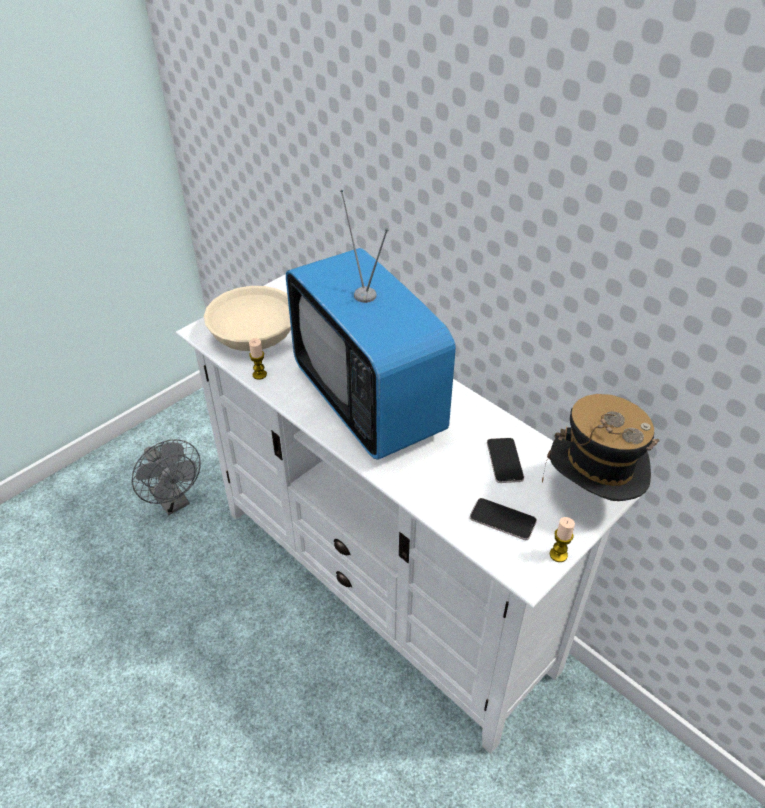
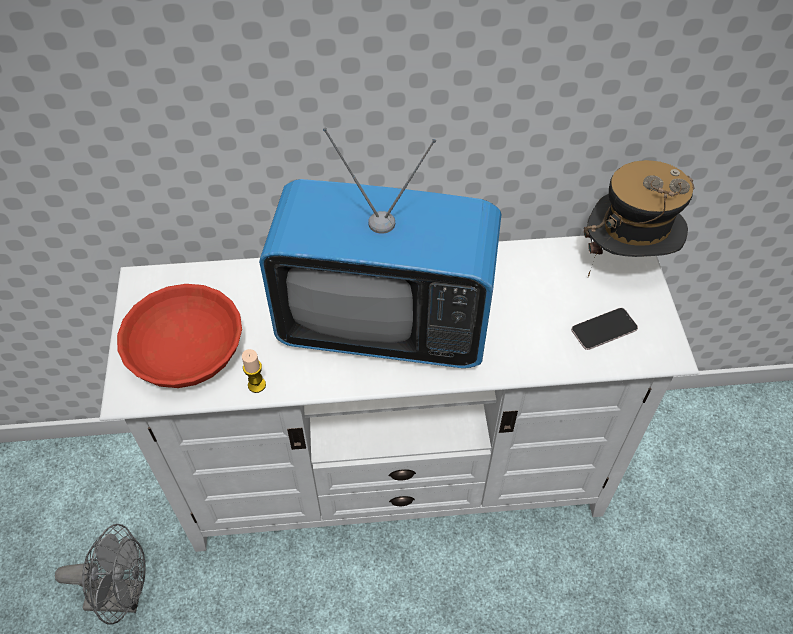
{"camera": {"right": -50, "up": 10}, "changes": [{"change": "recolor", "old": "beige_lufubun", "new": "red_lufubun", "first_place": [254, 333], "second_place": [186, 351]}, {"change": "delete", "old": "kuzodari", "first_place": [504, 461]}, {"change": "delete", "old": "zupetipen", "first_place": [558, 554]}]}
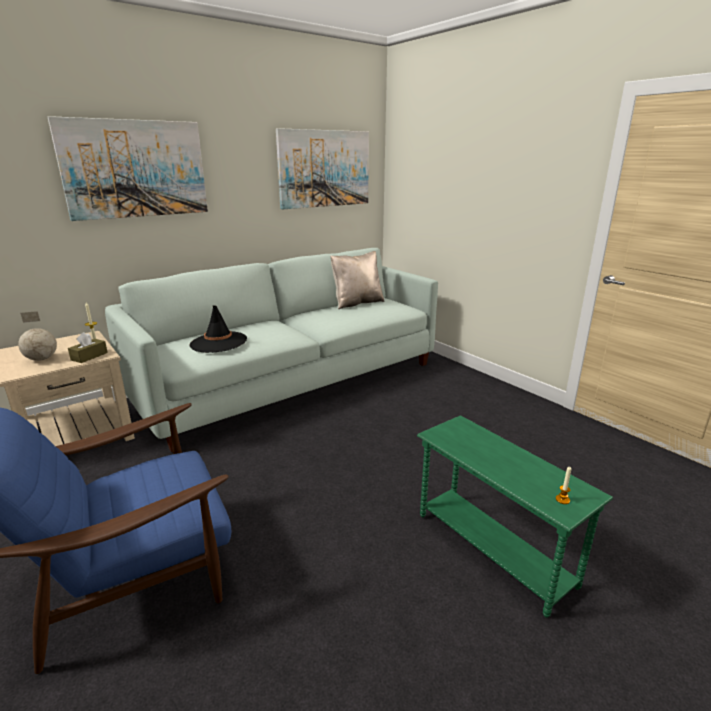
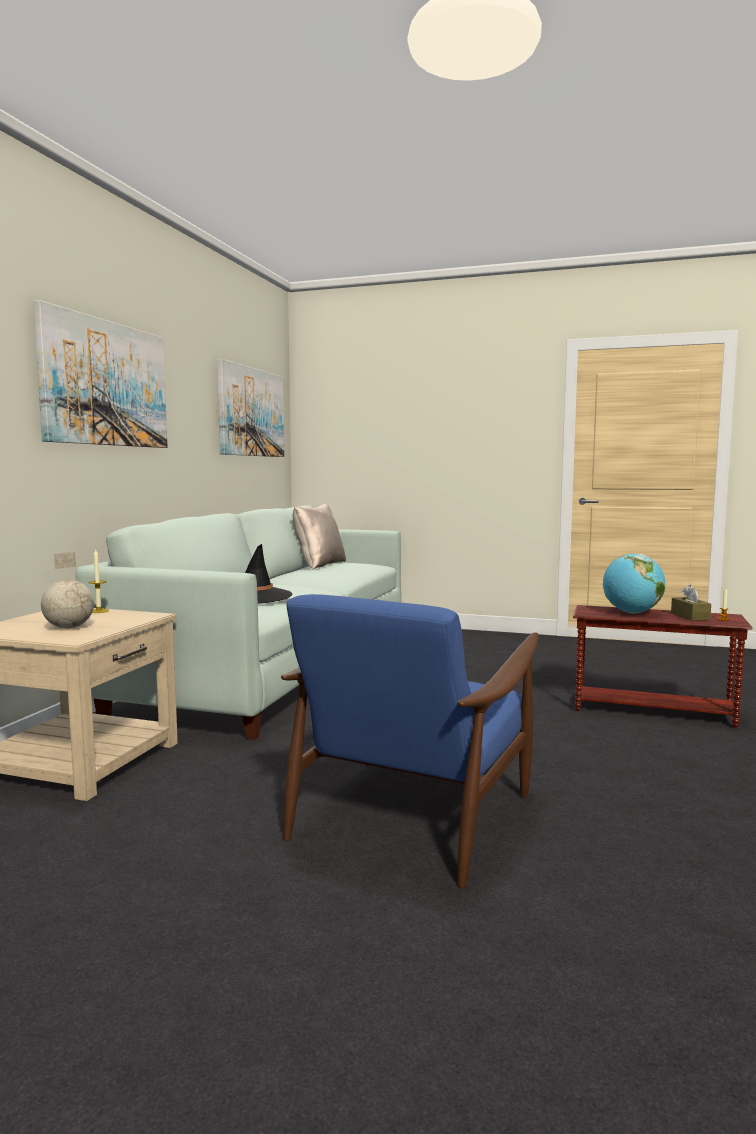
{"camera": {"right": -35, "up": -15}, "changes": [{"change": "move", "old": "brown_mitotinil", "first_place": [89, 356], "second_place": [690, 616]}, {"change": "recolor", "old": "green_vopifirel", "new": "brown_vopifirel", "first_place": [493, 548], "second_place": [652, 711]}, {"change": "insert", "new": "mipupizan", "second_place": [632, 612]}]}
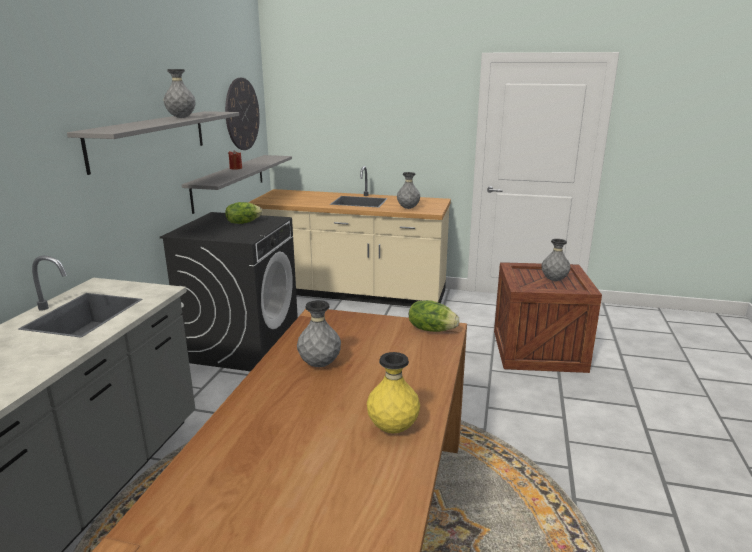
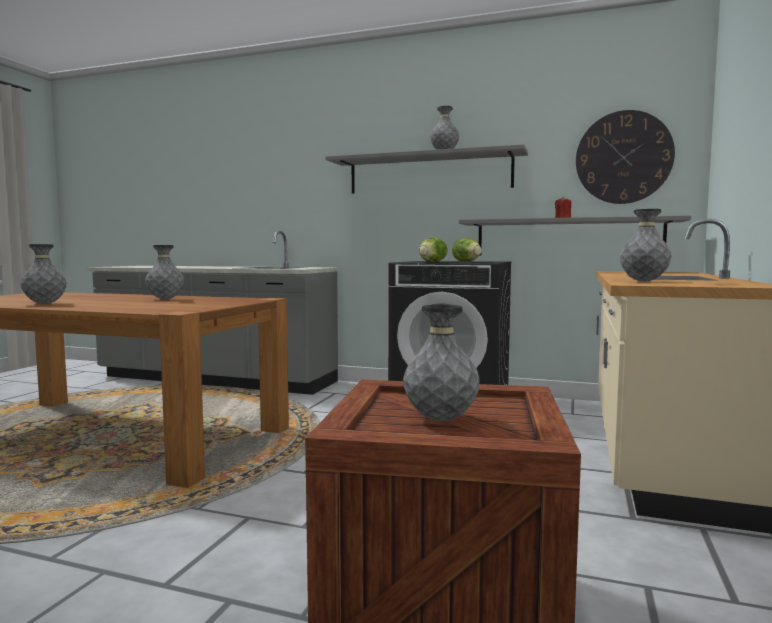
{"camera": {"right": 95, "up": -15}, "changes": [{"change": "recolor", "old": "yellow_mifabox", "new": "grey_mifabox", "first_place": [392, 428], "second_place": [45, 304]}, {"change": "move", "old": "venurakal", "first_place": [431, 329], "second_place": [432, 262]}]}
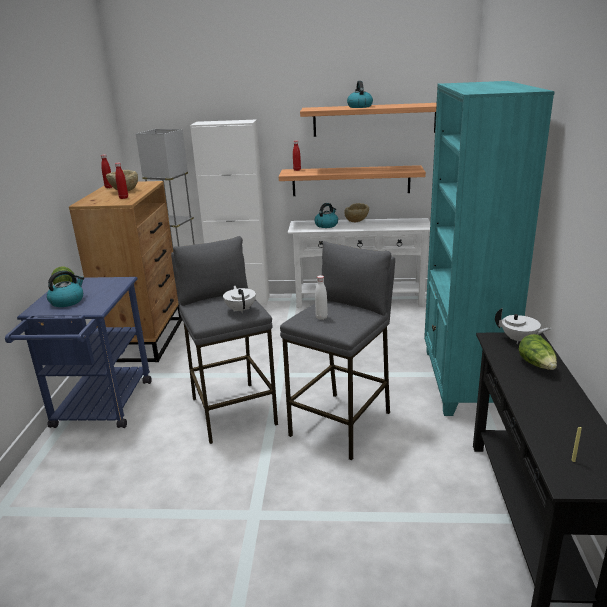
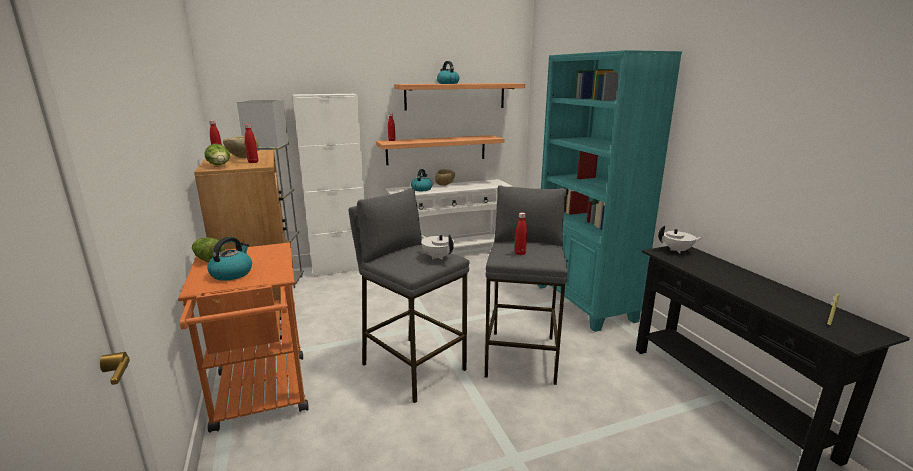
{"camera": {"right": -25, "up": -5}, "changes": [{"change": "recolor", "old": "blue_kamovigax", "new": "orange_kamovigax", "first_place": [100, 409], "second_place": [261, 398]}, {"change": "recolor", "old": "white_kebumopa", "new": "red_kebumopa", "first_place": [321, 317], "second_place": [520, 253]}, {"change": "move", "old": "venurakal", "first_place": [537, 365], "second_place": [220, 165]}]}
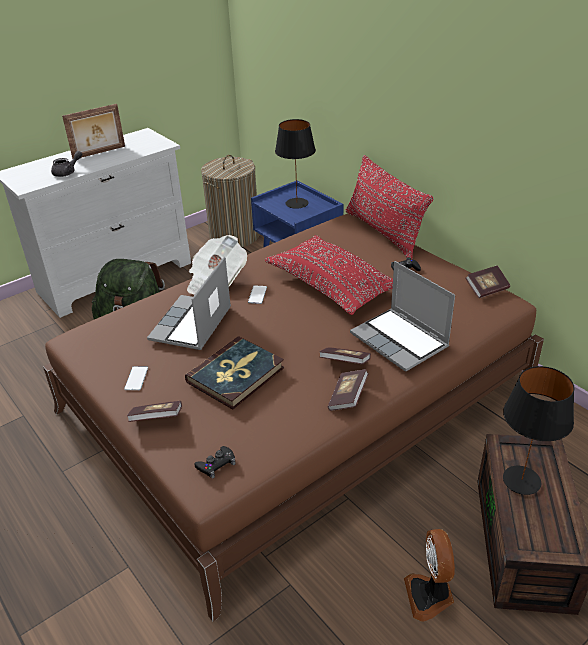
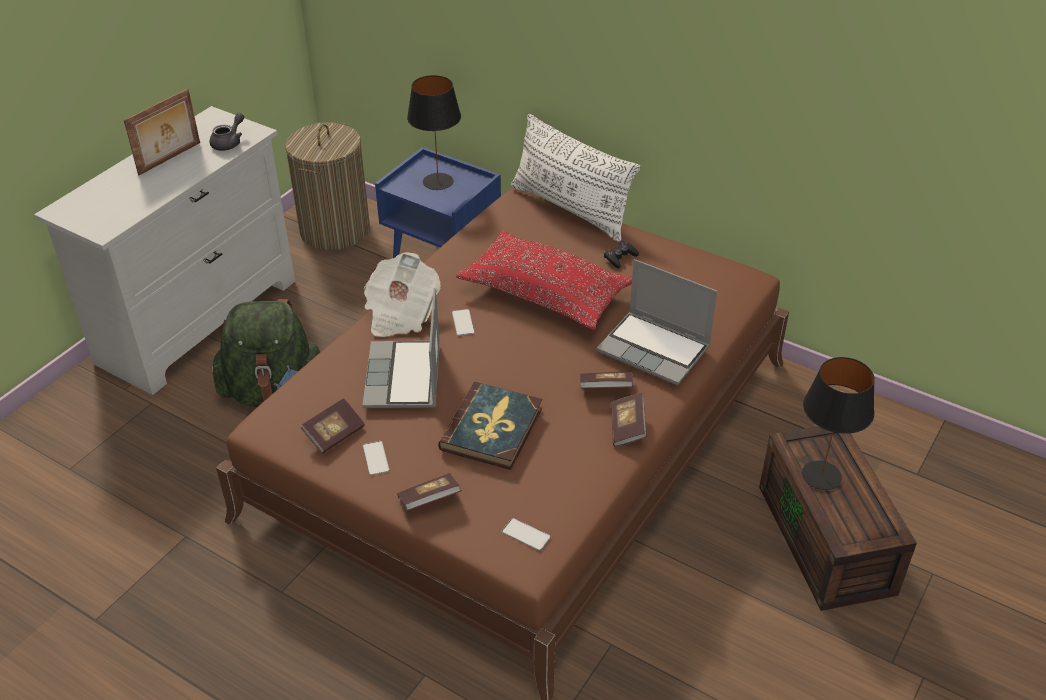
{"camera": {"right": -20, "up": 5}, "changes": [{"change": "move", "old": "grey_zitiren", "first_place": [67, 172], "second_place": [229, 143]}, {"change": "replace", "old": "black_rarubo", "new": "kuzodari", "first_place": [216, 465], "second_place": [526, 534]}, {"change": "recolor", "old": "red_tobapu", "new": "white_tobapu", "first_place": [383, 232], "second_place": [570, 209]}, {"change": "delete", "old": "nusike", "first_place": [430, 596]}, {"change": "move", "old": "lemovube", "first_place": [486, 289], "second_place": [334, 434]}]}
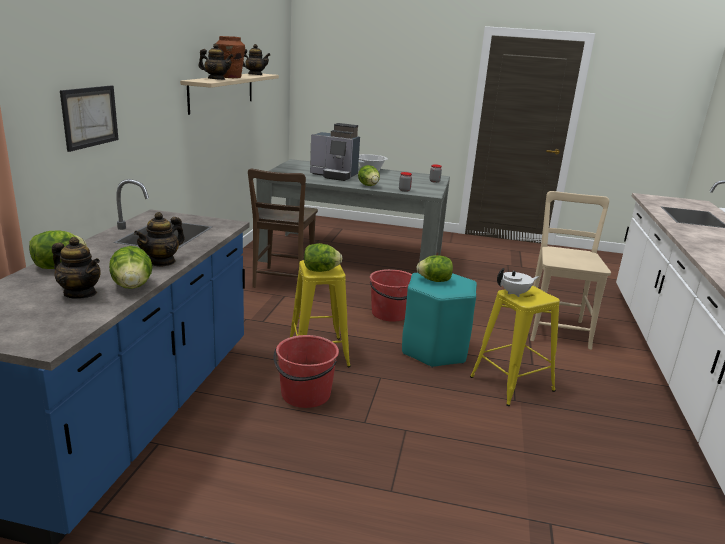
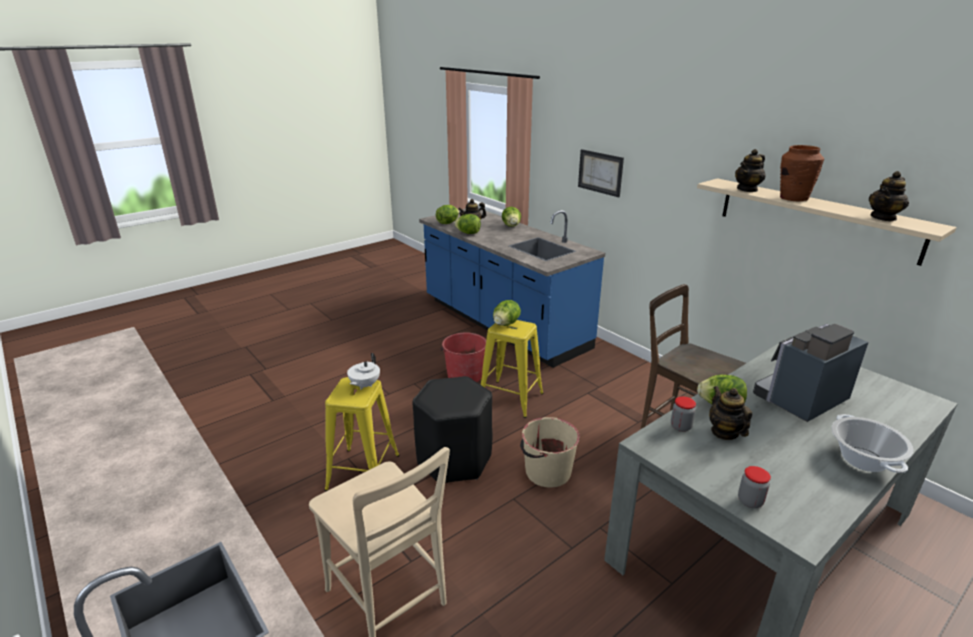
{"camera": {"right": 130, "up": 5}, "changes": [{"change": "move", "old": "zitiren", "first_place": [162, 262], "second_place": [724, 432]}, {"change": "recolor", "old": "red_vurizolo", "new": "beige_vurizolo", "first_place": [390, 314], "second_place": [547, 472]}, {"change": "recolor", "old": "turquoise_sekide", "new": "black_sekide", "first_place": [434, 350], "second_place": [454, 460]}, {"change": "move", "old": "venurakal", "first_place": [434, 280], "second_place": [447, 223]}]}
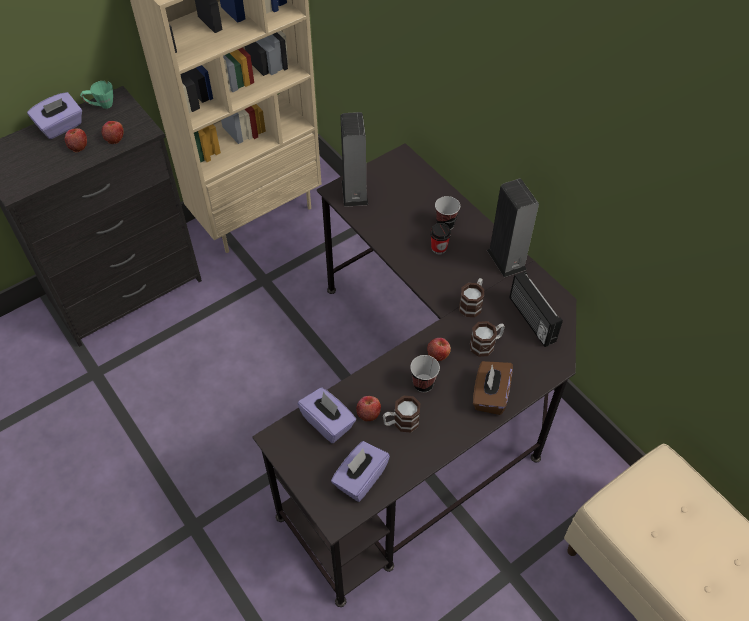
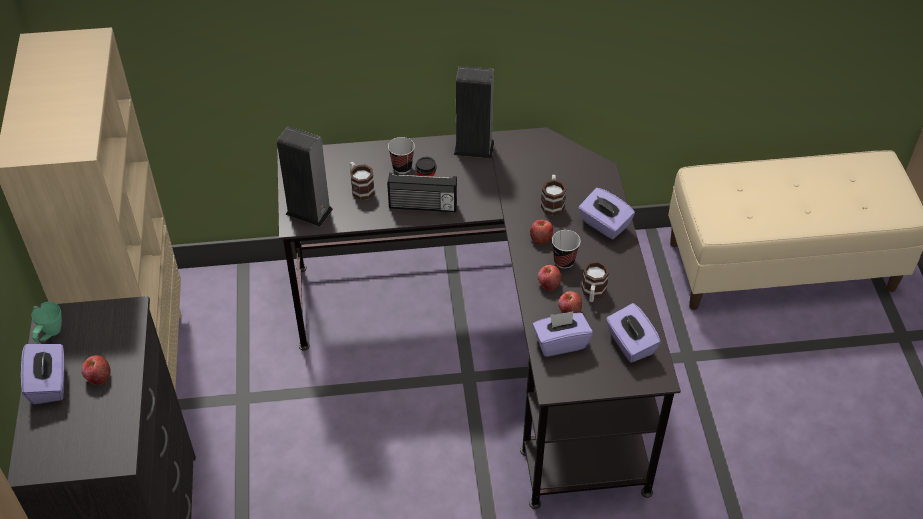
{"camera": {"right": -60, "up": -5}, "changes": [{"change": "move", "old": "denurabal", "first_place": [115, 138], "second_place": [548, 284]}, {"change": "move", "old": "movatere", "first_place": [472, 304], "second_place": [360, 188]}, {"change": "recolor", "old": "brown_mitotinil", "new": "purple_mitotinil", "first_place": [490, 395], "second_place": [604, 224]}, {"change": "move", "old": "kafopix", "first_place": [530, 320], "second_place": [423, 206]}]}
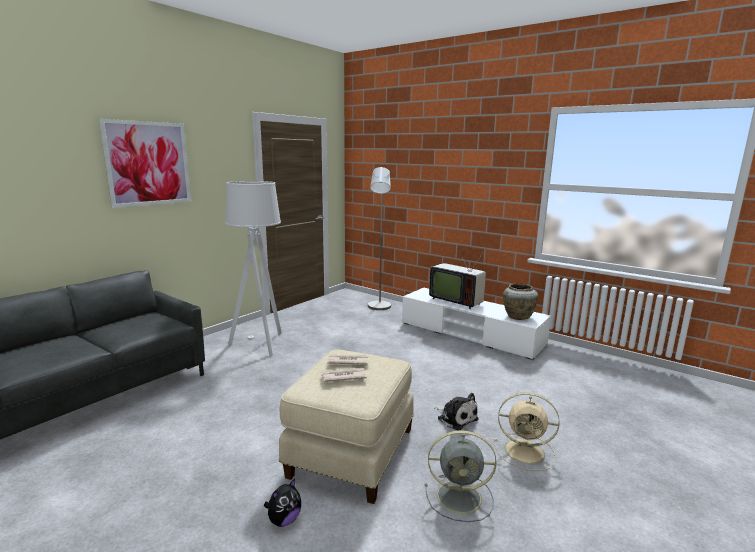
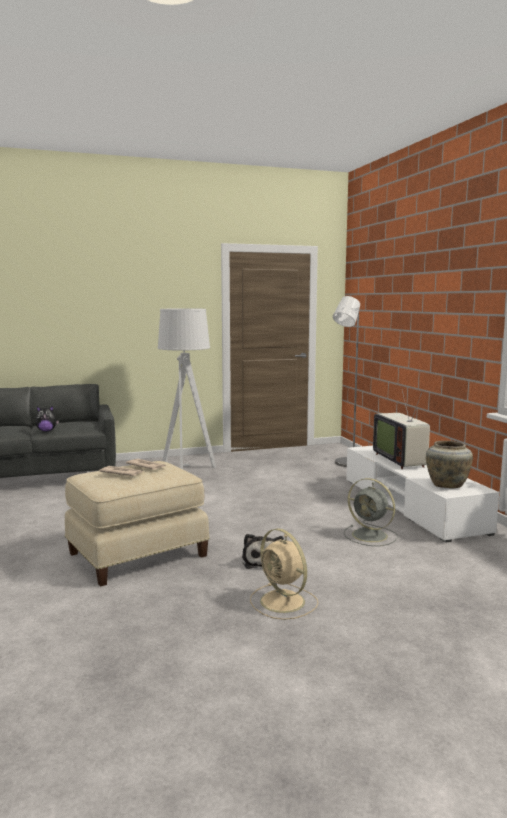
{"camera": {"right": 35, "up": -5}, "changes": [{"change": "delete", "old": "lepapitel", "first_place": [148, 163]}, {"change": "move", "old": "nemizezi", "first_place": [284, 520], "second_place": [46, 431]}, {"change": "move", "old": "grey_nusike", "first_place": [461, 497], "second_place": [371, 536]}]}
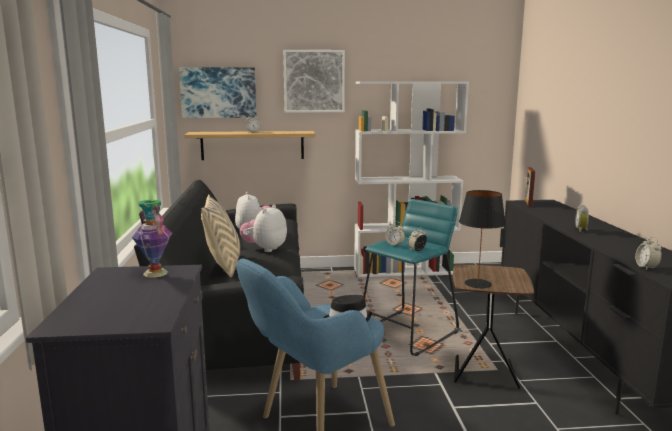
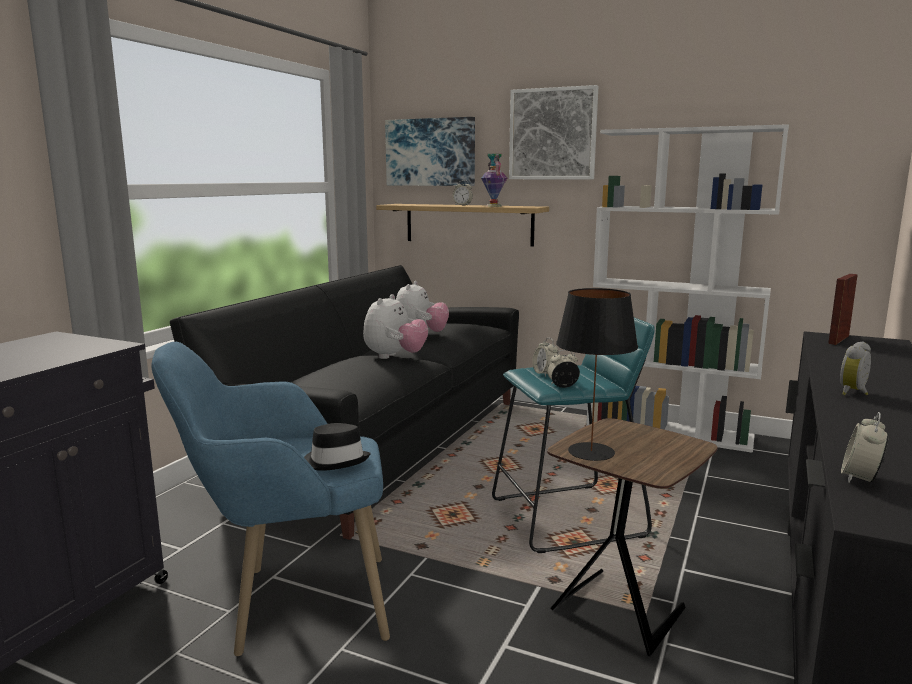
{"camera": {"right": 30, "up": 0}, "changes": [{"change": "move", "old": "mifabox", "first_place": [154, 273], "second_place": [493, 206]}, {"change": "delete", "old": "beige_tobapu", "first_place": [223, 266]}, {"change": "rotate", "old": "nemizezi", "first_place": [265, 249], "second_place": [395, 357], "degrees": 150}]}
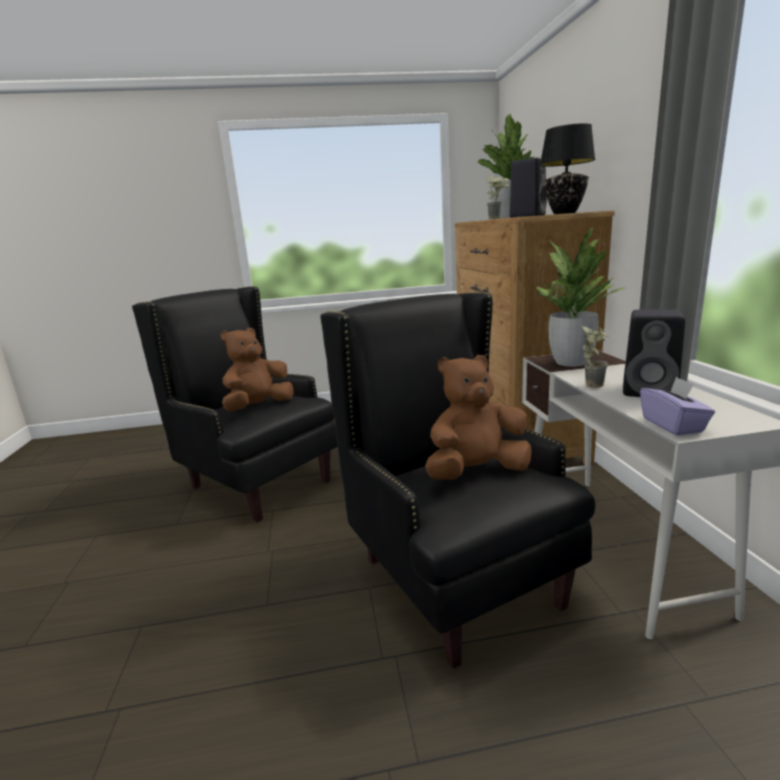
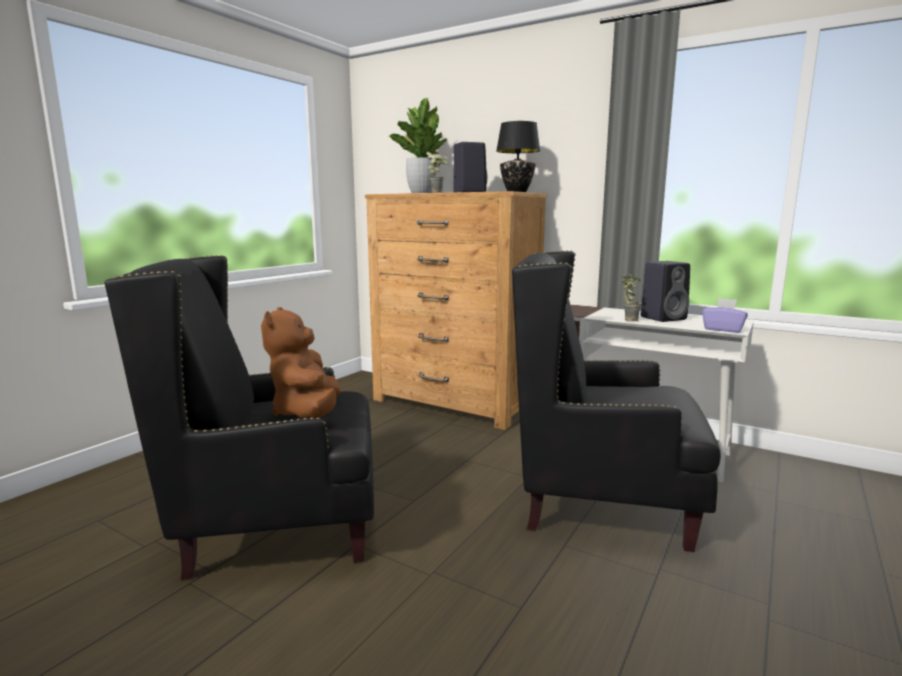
{"camera": {"right": -50, "up": -5}, "changes": [{"change": "delete", "old": "brown_nemizezi", "first_place": [476, 472]}, {"change": "delete", "old": "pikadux", "first_place": [570, 362]}]}
